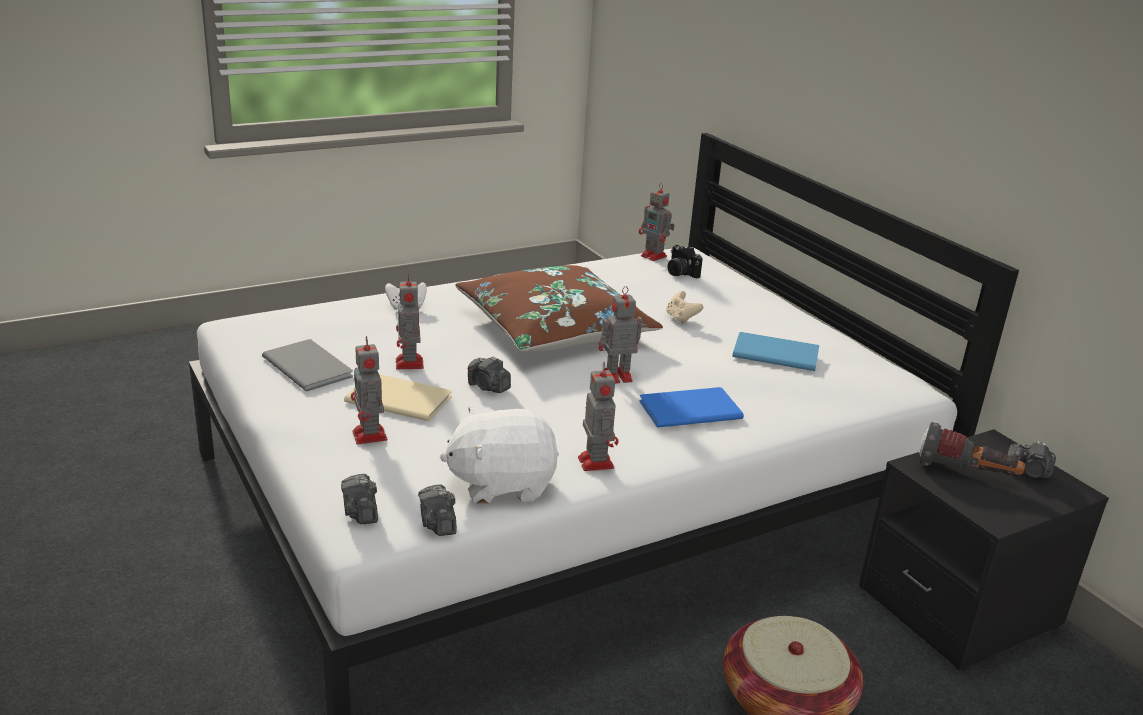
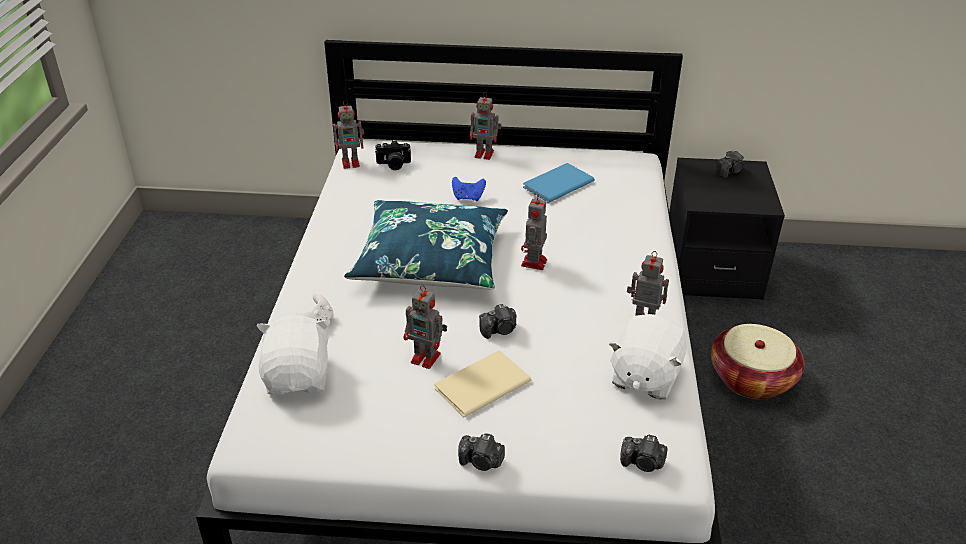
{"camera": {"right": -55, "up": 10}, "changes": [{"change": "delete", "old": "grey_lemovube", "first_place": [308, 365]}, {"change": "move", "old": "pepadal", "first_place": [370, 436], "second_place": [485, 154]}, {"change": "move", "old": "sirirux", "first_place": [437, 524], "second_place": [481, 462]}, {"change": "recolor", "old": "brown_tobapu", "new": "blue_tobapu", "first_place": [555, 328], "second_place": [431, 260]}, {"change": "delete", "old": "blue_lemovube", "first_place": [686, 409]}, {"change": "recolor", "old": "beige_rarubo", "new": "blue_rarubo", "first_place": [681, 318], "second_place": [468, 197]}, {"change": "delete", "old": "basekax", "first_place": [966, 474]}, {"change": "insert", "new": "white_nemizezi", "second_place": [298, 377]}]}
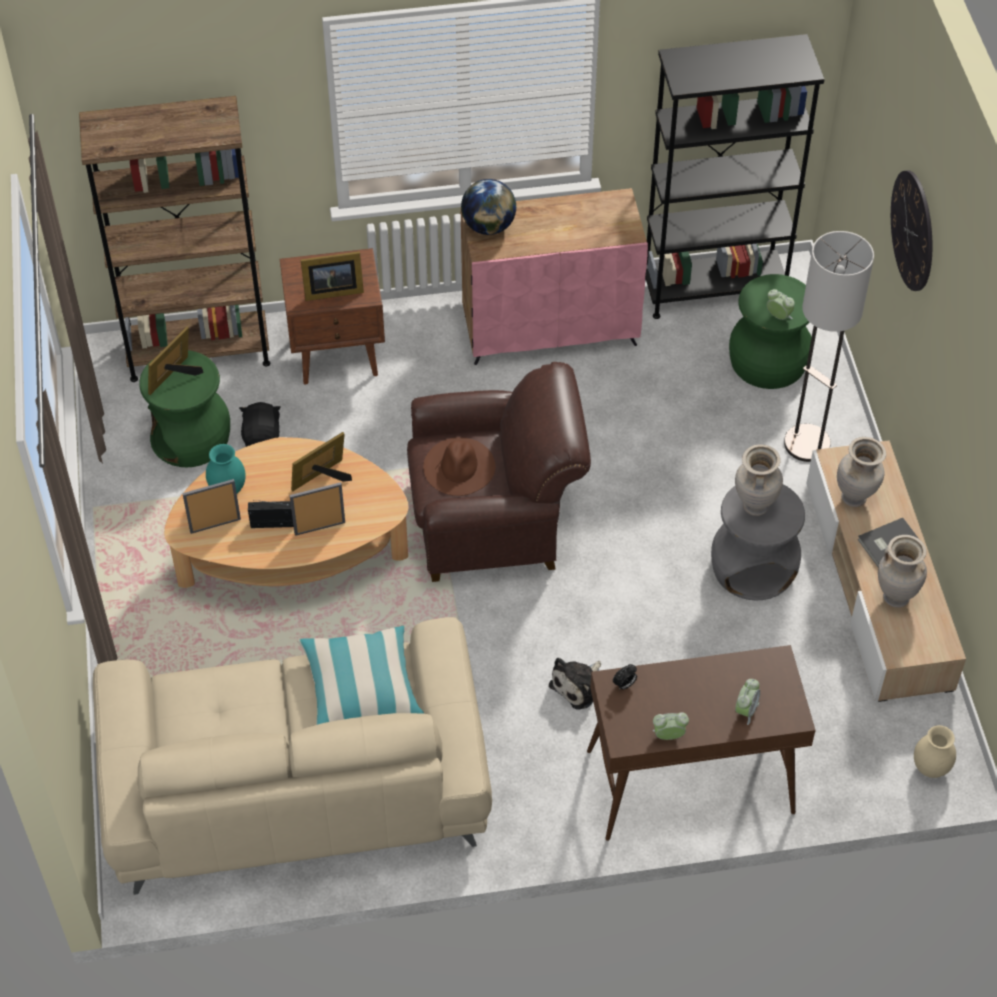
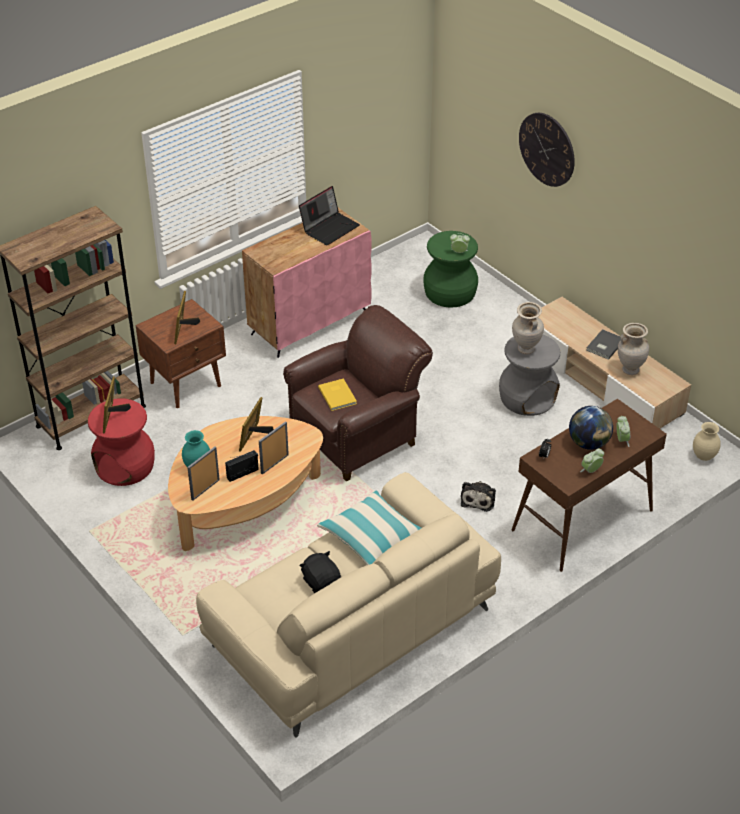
{"camera": {"right": -30, "up": -10}, "changes": [{"change": "recolor", "old": "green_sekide", "new": "red_sekide", "first_place": [191, 438], "second_place": [125, 466]}, {"change": "move", "old": "black_nemizezi", "first_place": [262, 436], "second_place": [321, 582]}, {"change": "rotate", "old": "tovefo", "first_place": [331, 291], "second_place": [184, 330], "degrees": 135}, {"change": "replace", "old": "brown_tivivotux", "new": "yellow_lemovube", "first_place": [459, 466], "second_place": [338, 395]}, {"change": "move", "old": "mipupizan", "first_place": [488, 226], "second_place": [588, 443]}, {"change": "delete", "old": "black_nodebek", "first_place": [713, 289]}, {"change": "delete", "old": "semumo", "first_place": [807, 444]}, {"change": "delete", "old": "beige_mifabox", "first_place": [855, 498]}, {"change": "insert", "new": "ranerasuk", "second_place": [330, 228]}]}
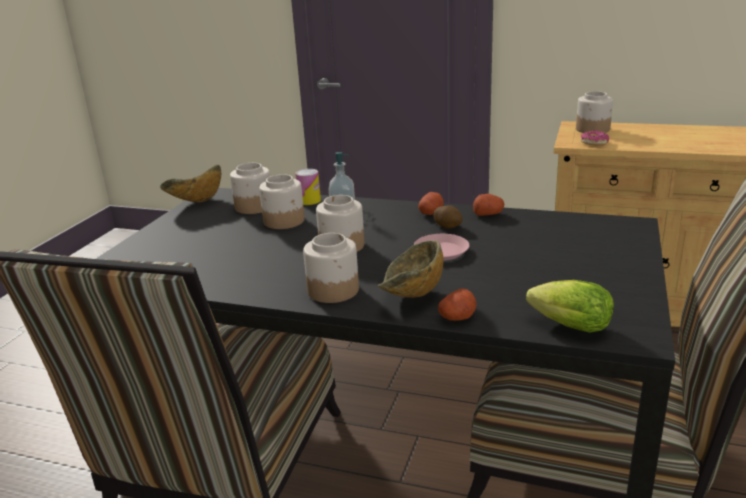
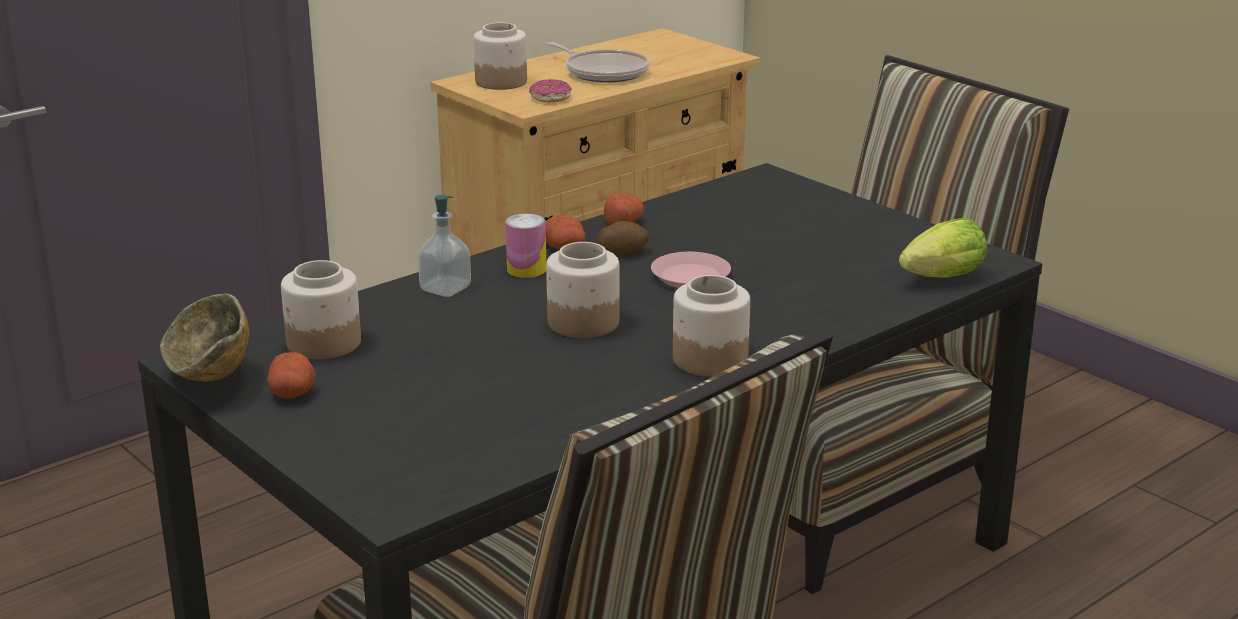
{"camera": {"right": -60, "up": 0}, "changes": [{"change": "delete", "old": "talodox", "first_place": [284, 221]}, {"change": "move", "old": "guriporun", "first_place": [309, 201], "second_place": [526, 269]}, {"change": "delete", "old": "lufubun", "first_place": [411, 296]}, {"change": "move", "old": "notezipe", "first_place": [457, 317], "second_place": [292, 393]}, {"change": "insert", "new": "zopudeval", "second_place": [603, 72]}]}
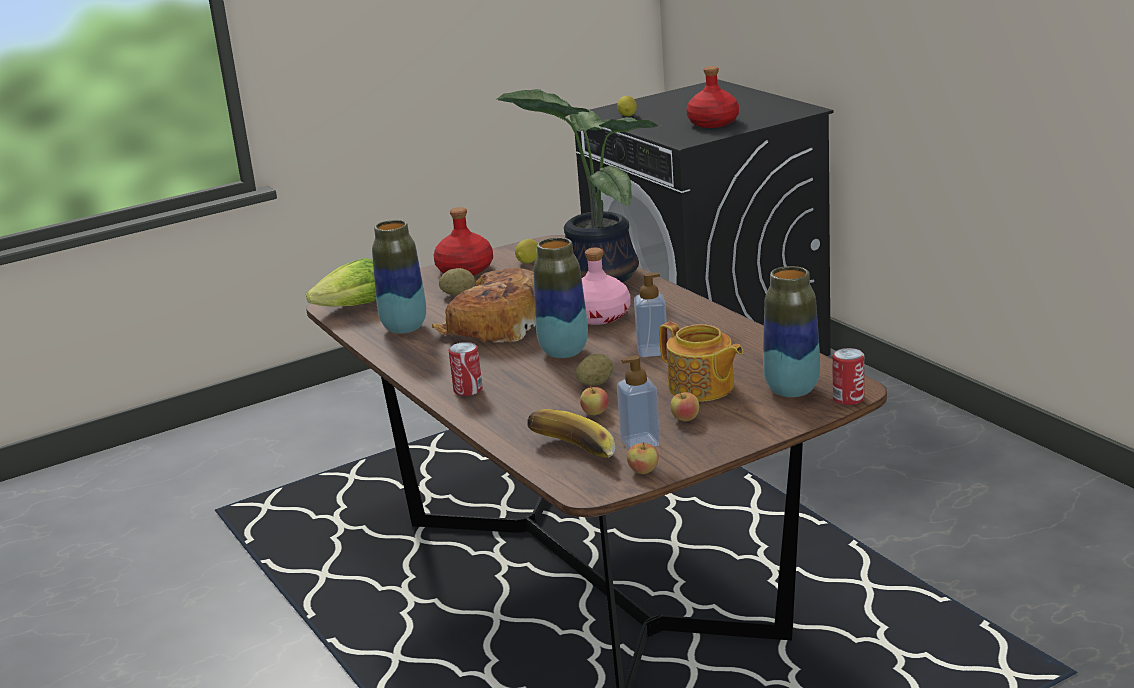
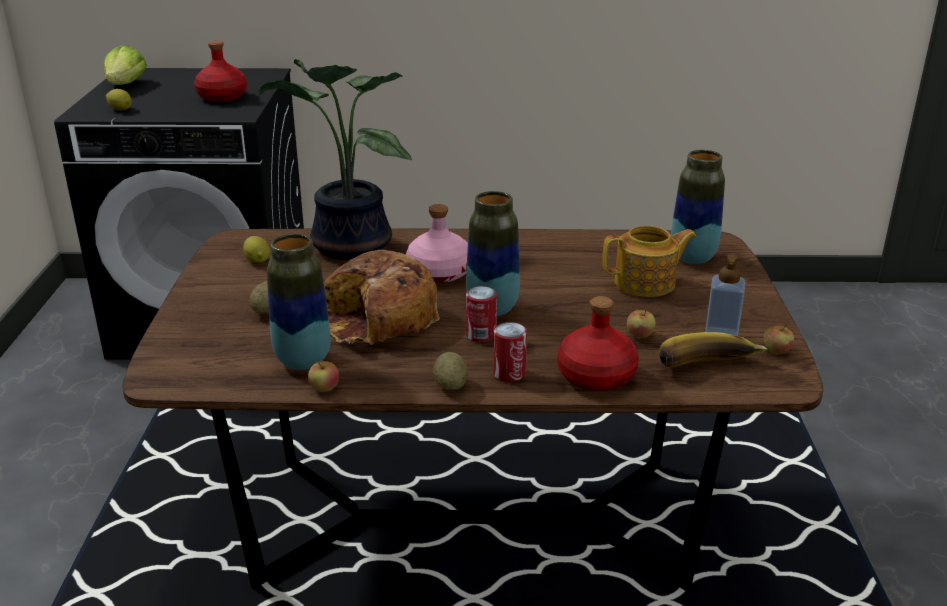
{"camera": {"right": -60, "up": 5}, "changes": [{"change": "move", "old": "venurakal", "first_place": [352, 307], "second_place": [126, 85]}, {"change": "move", "old": "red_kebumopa", "first_place": [465, 269], "second_place": [595, 376]}, {"change": "move", "old": "notezipe", "first_place": [595, 383], "second_place": [450, 385]}, {"change": "delete", "old": "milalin", "first_place": [652, 351]}, {"change": "move", "old": "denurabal", "first_place": [685, 419], "second_place": [324, 389]}, {"change": "move", "old": "guriporun", "first_place": [848, 398], "second_place": [481, 335]}]}
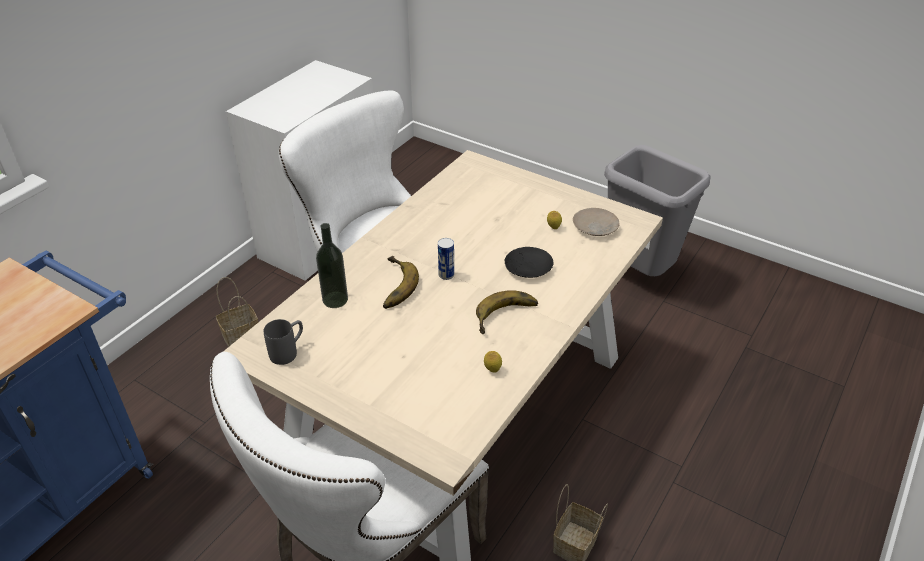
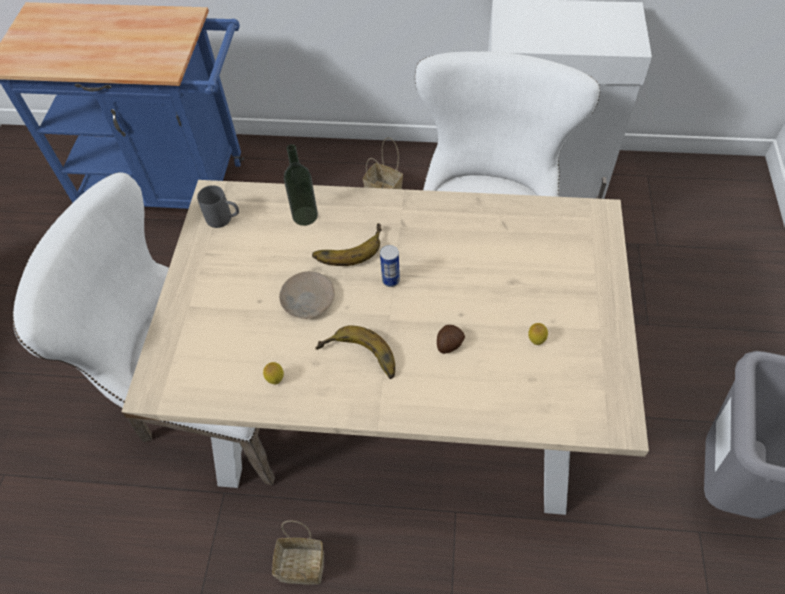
{"camera": {"right": 65, "up": 15}, "changes": [{"change": "replace", "old": "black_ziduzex", "new": "notezipe", "first_place": [527, 267], "second_place": [448, 345]}, {"change": "move", "old": "beige_ziduzex", "first_place": [595, 227], "second_place": [307, 299]}]}
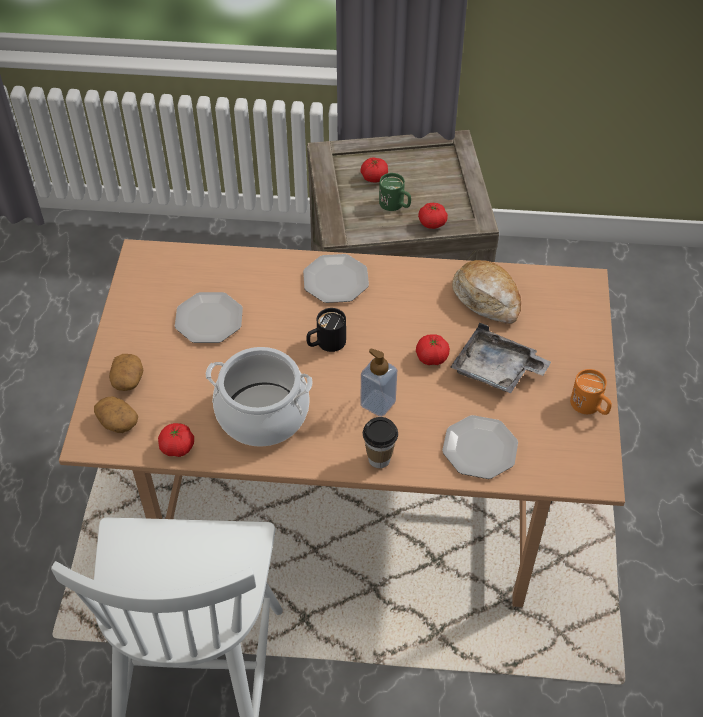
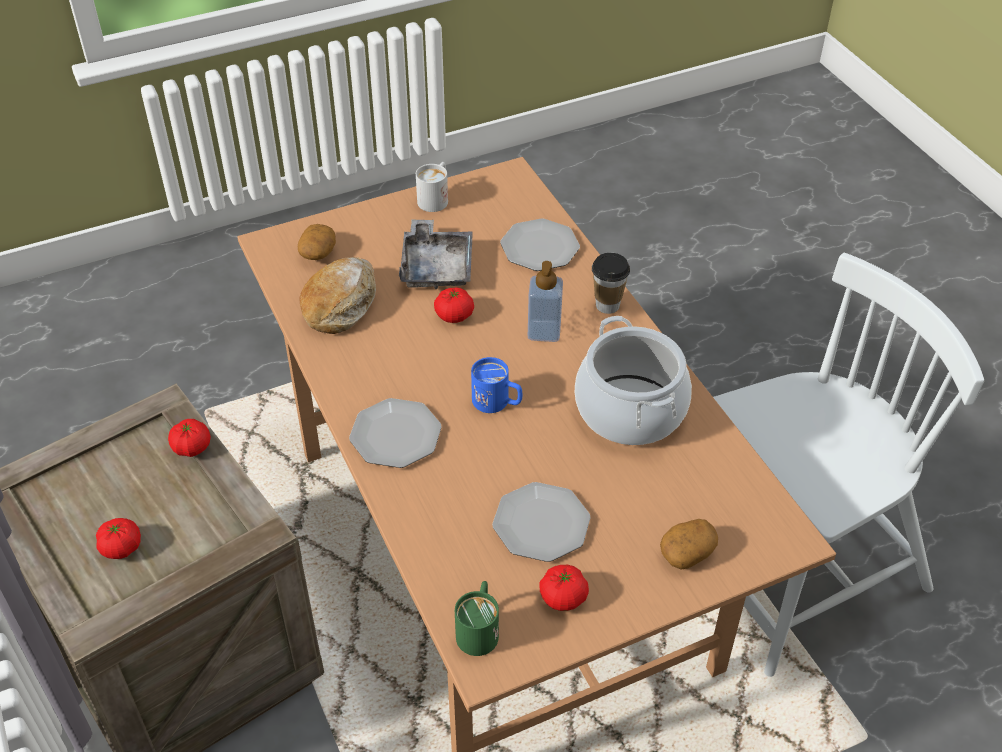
{"camera": {"right": -120, "up": -5}, "changes": [{"change": "move", "old": "notezipe", "first_place": [117, 422], "second_place": [318, 253]}, {"change": "move", "old": "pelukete", "first_place": [177, 447], "second_place": [563, 597]}, {"change": "recolor", "old": "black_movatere", "new": "blue_movatere", "first_place": [325, 343], "second_place": [497, 403]}, {"change": "move", "old": "green_movatere", "first_place": [395, 205], "second_place": [479, 628]}, {"change": "recolor", "old": "orange_movatere", "new": "white_movatere", "first_place": [590, 407], "second_place": [435, 198]}]}
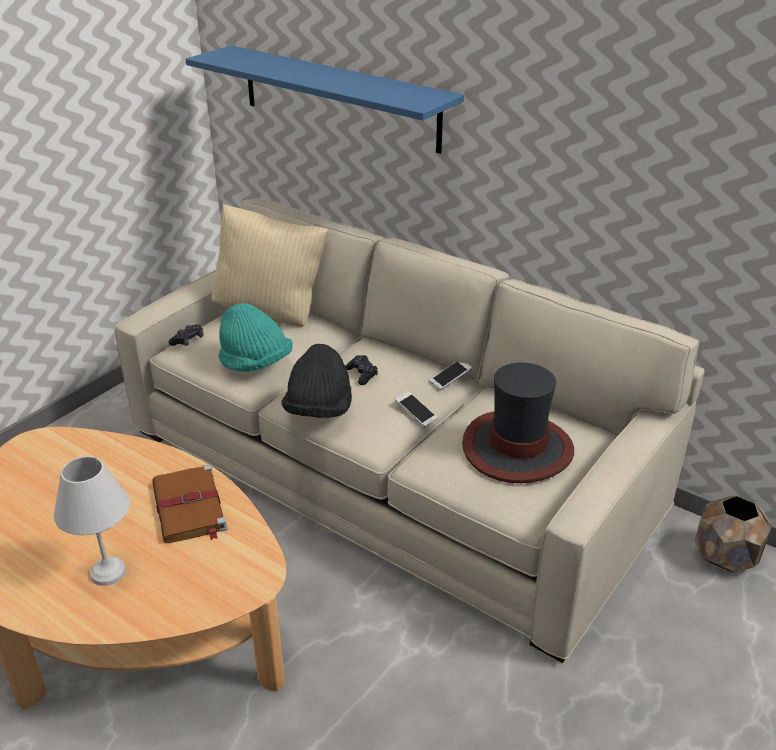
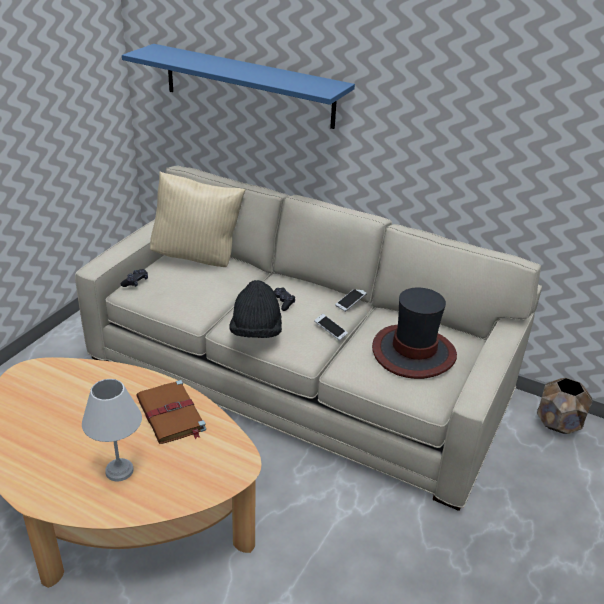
{"camera": {"right": -10, "up": 0}, "changes": [{"change": "delete", "old": "turquoise_tivivotux", "first_place": [255, 363]}]}
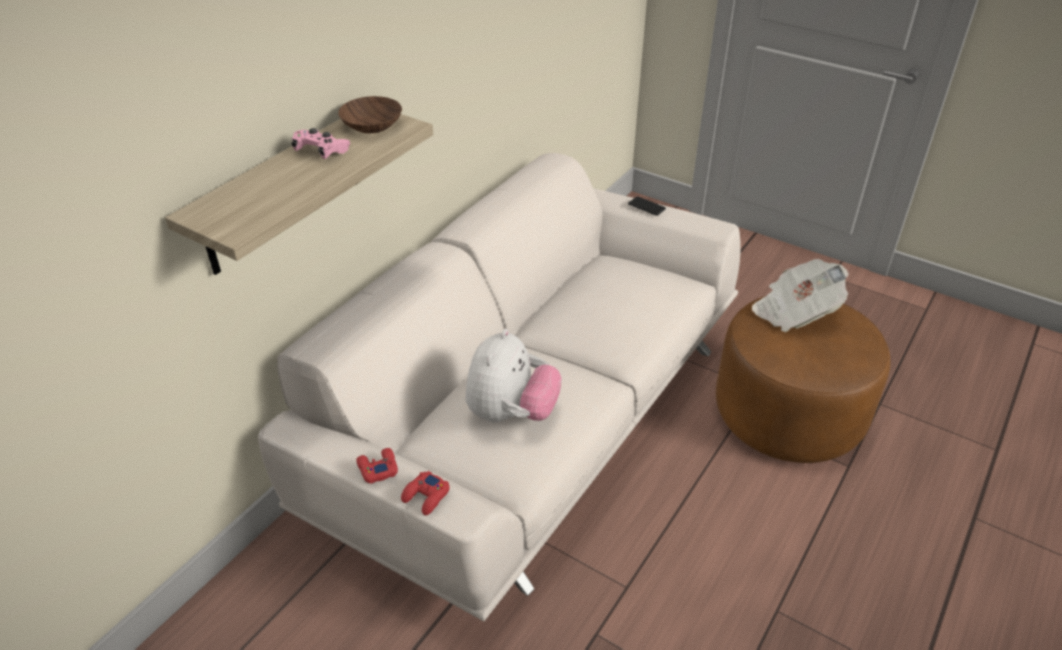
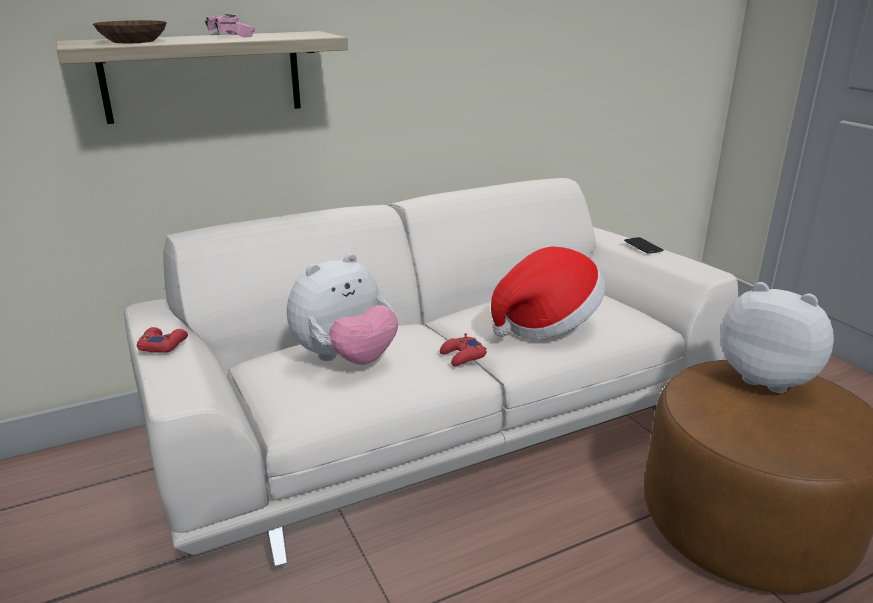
{"camera": {"right": 30, "up": -15}, "changes": [{"change": "move", "old": "brown_lufubun", "first_place": [370, 125], "second_place": [133, 41]}, {"change": "move", "old": "red_rarubo", "first_place": [426, 496], "second_place": [462, 356]}, {"change": "replace", "old": "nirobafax", "new": "nemizezi", "first_place": [795, 312], "second_place": [768, 378]}, {"change": "insert", "new": "tivivotux", "second_place": [546, 324]}]}
